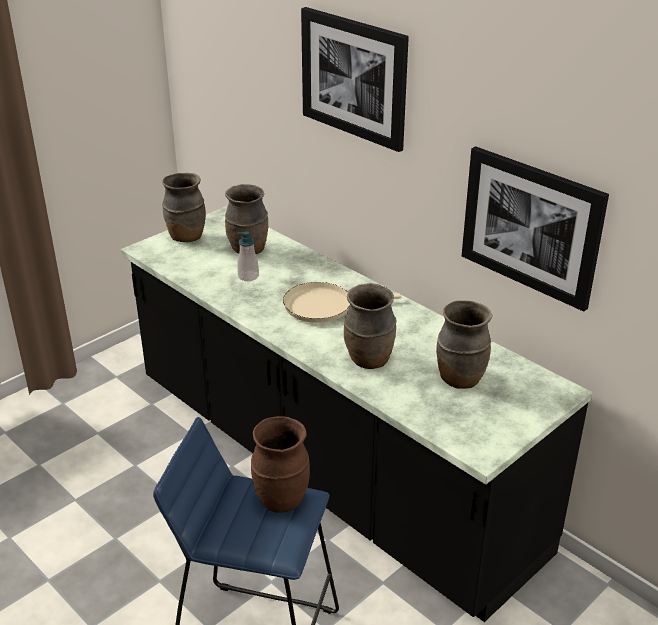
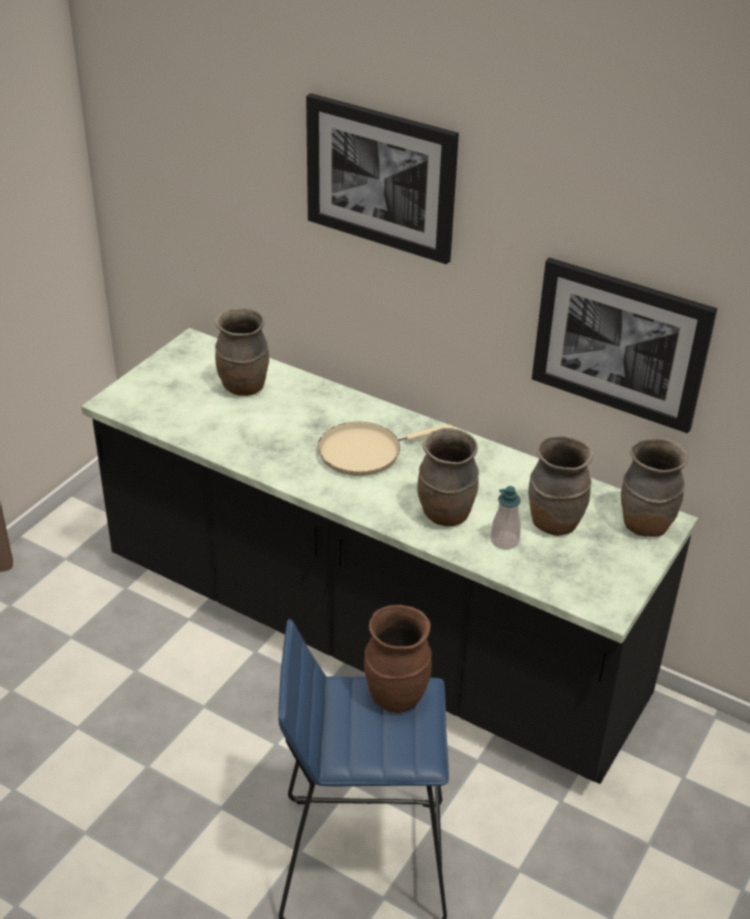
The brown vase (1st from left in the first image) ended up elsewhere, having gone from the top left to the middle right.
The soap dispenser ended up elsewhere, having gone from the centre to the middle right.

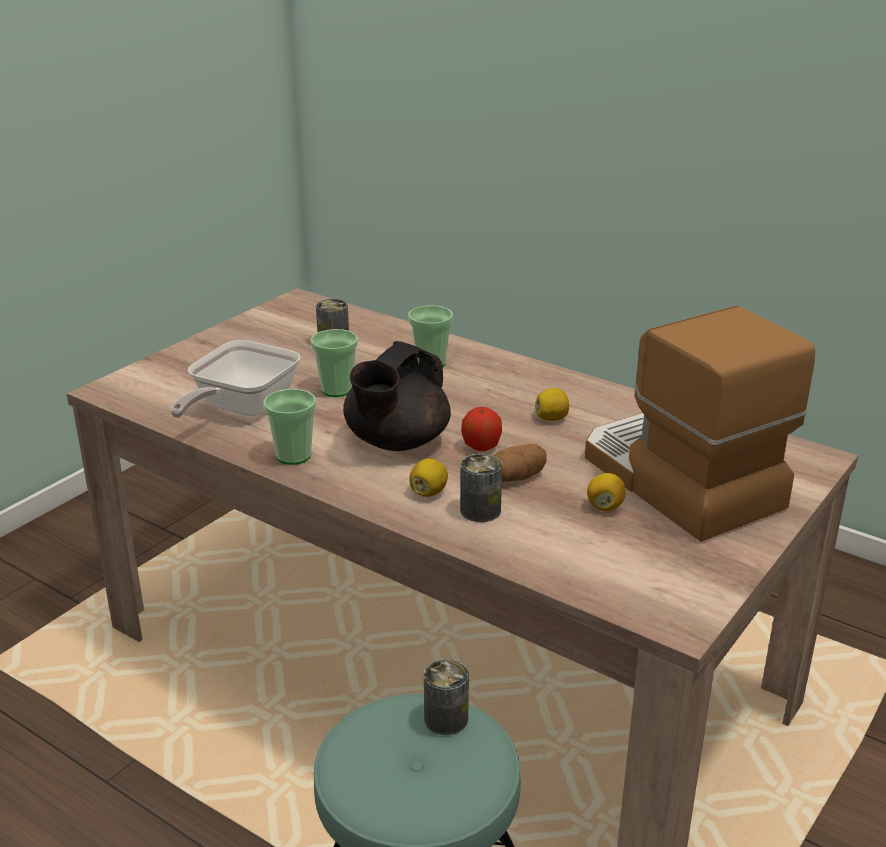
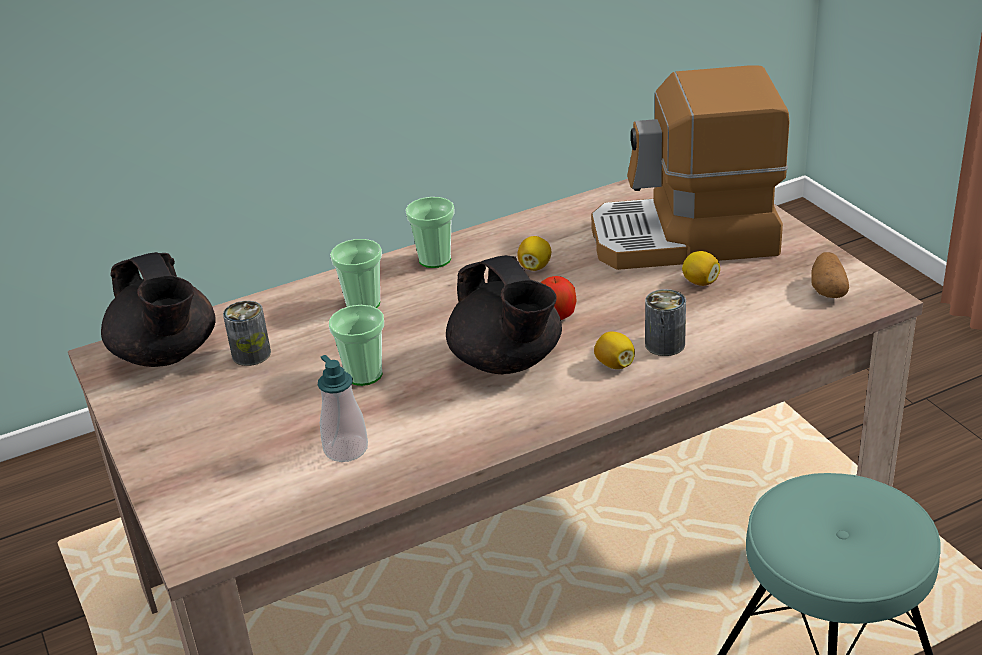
Where the frying pan stood at the middle left, the soap dispenser came to stand at the centre.
The cup (1st from left in the first image) ended up elsewhere, having gone from the middle left to the centre.
The second view lost the can (2nd from left) at the bottom centre.
The potato ended up elsewhere, having gone from the centre to the middle right.
The second view gained the black teapot (1st from left) at the middle left.

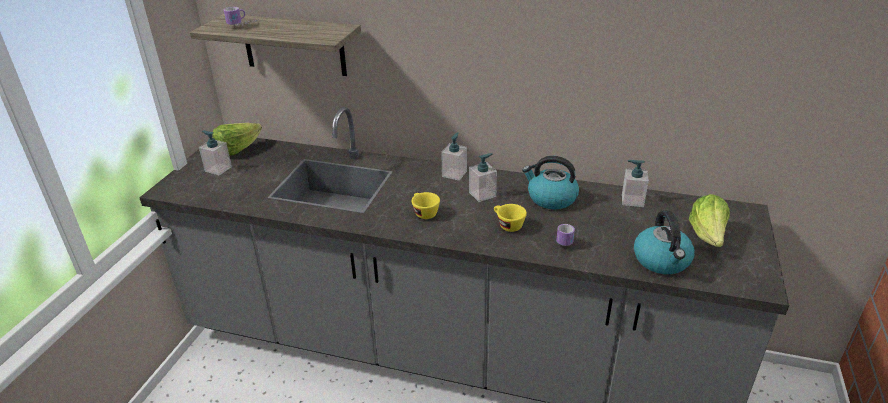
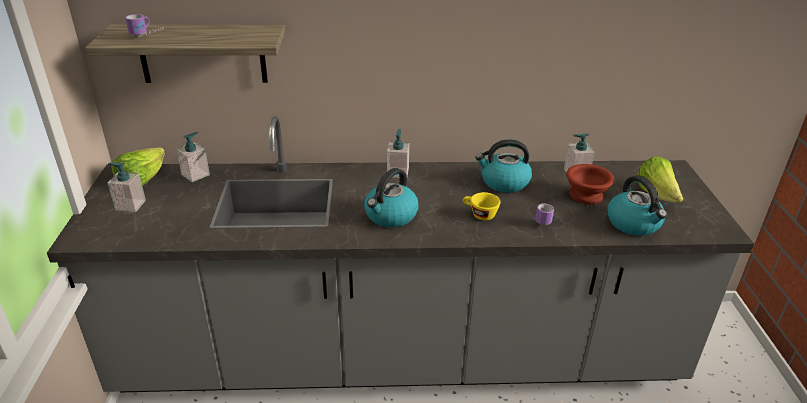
Where the yellow cup (1st from left) stood at the centre, the kettle (1st from left) came to stand at the centre.
The soap dispenser (3rd from left in the first image) ended up elsewhere, having gone from the centre to the middle left.
The second view gained the brown bowl at the middle right.

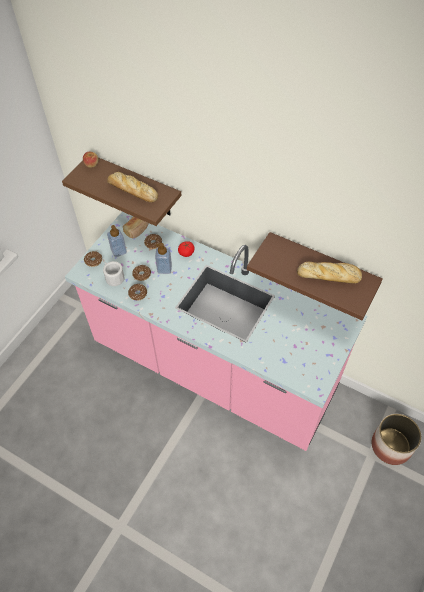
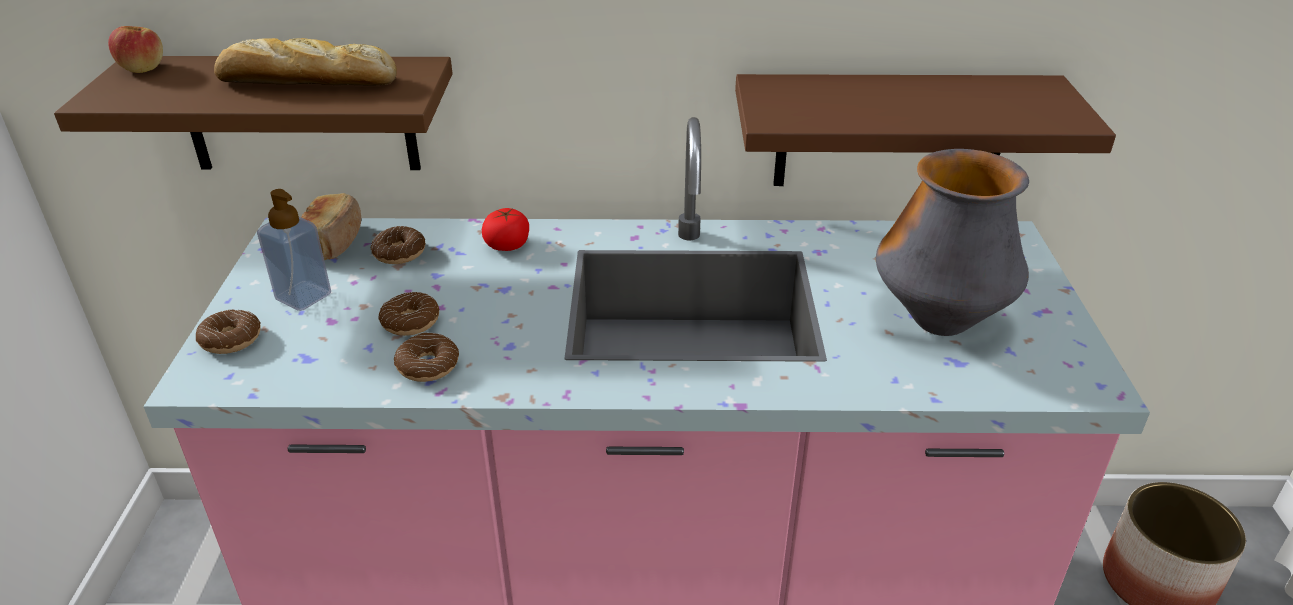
The second view lost the white mug at the middle left.
The second view lost the soap dispenser (2nd from left) at the centre.
The second view lost the bread (3rd from left) at the middle right.
The second view gained the vase at the middle right.

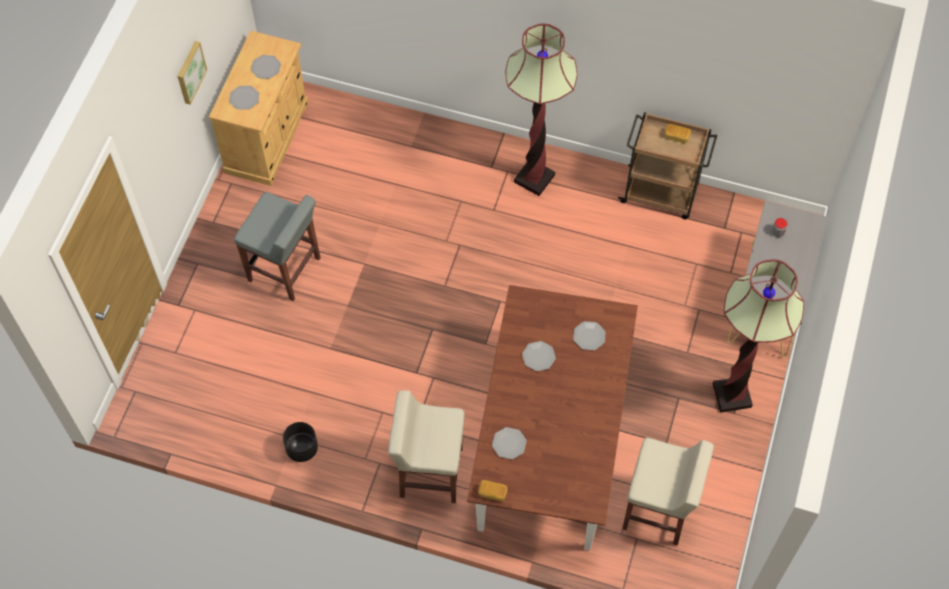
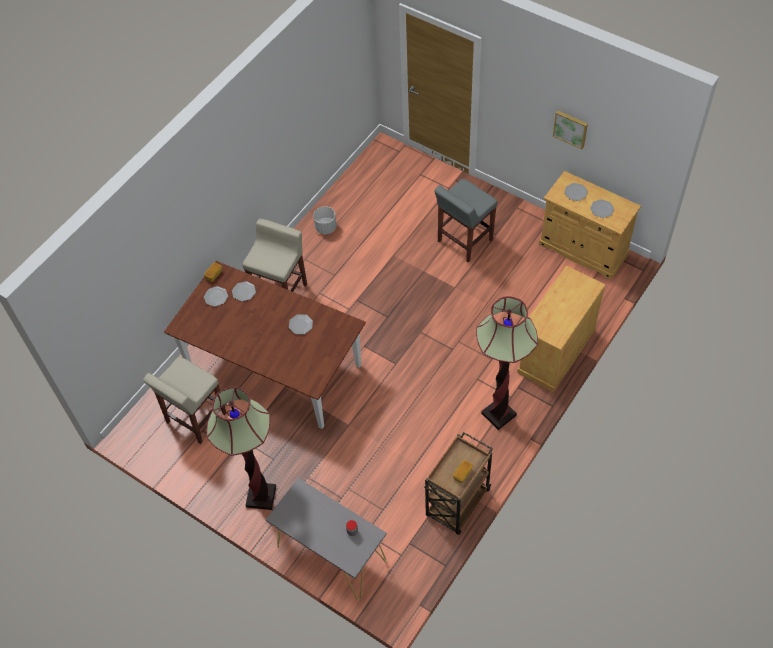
What was the black planter at the bottom left turned into the white planter at the centre.
The plate (5th from left in the first image) ended up elsewhere, having gone from the centre to the middle left.
The second view gained the beige cabinet (1st from left) at the middle right.

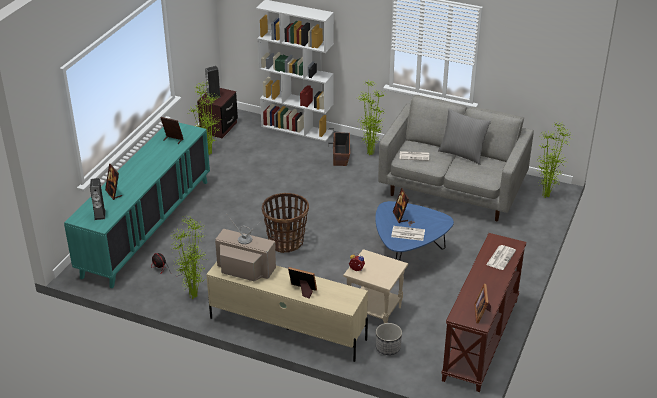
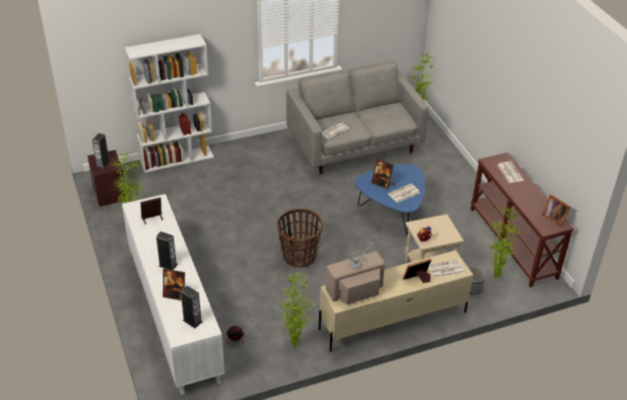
What was the turquoise cabinet at the middle left turned into the white cabinet at the bottom left.
The second view lost the planter (1st from left) at the centre.
The potted plant (3rd from left in the first image) ended up elsewhere, having gone from the top centre to the middle right.
The second view lost the grey pillow at the middle right.
The second view gained the speaker (2nd from left) at the middle left.
The second view gained the newspaper (3rd from left) at the bottom right.

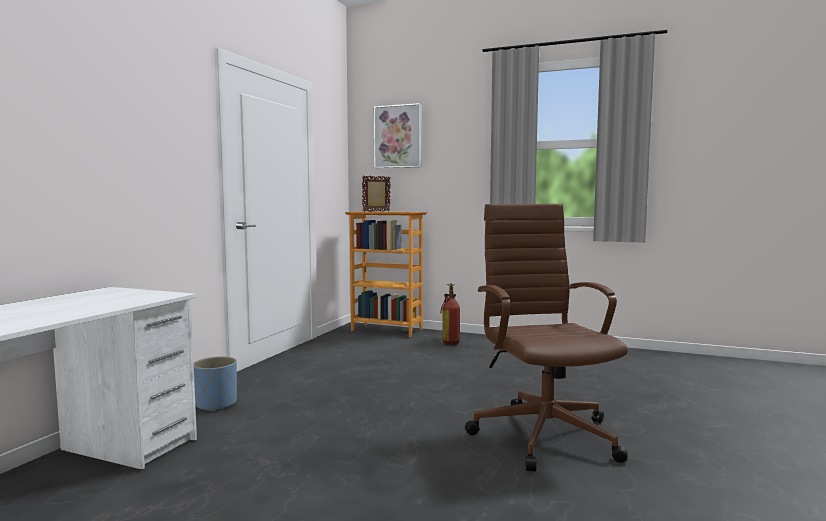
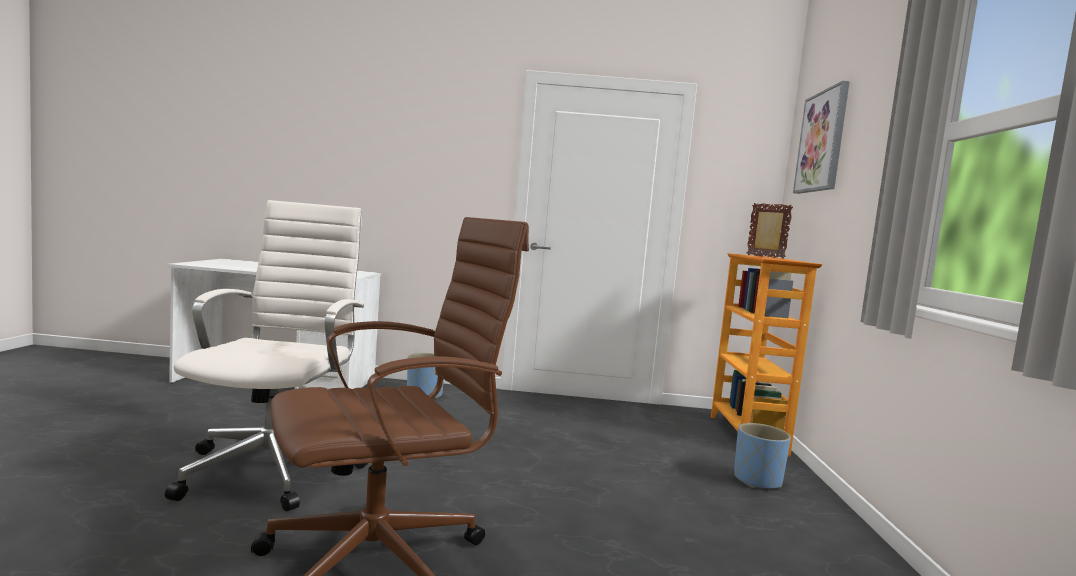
Where the fire extinguisher stood at the centre, the blue planter (2nd from left) came to stand at the bottom right.
The second view gained the white office chair at the middle left.

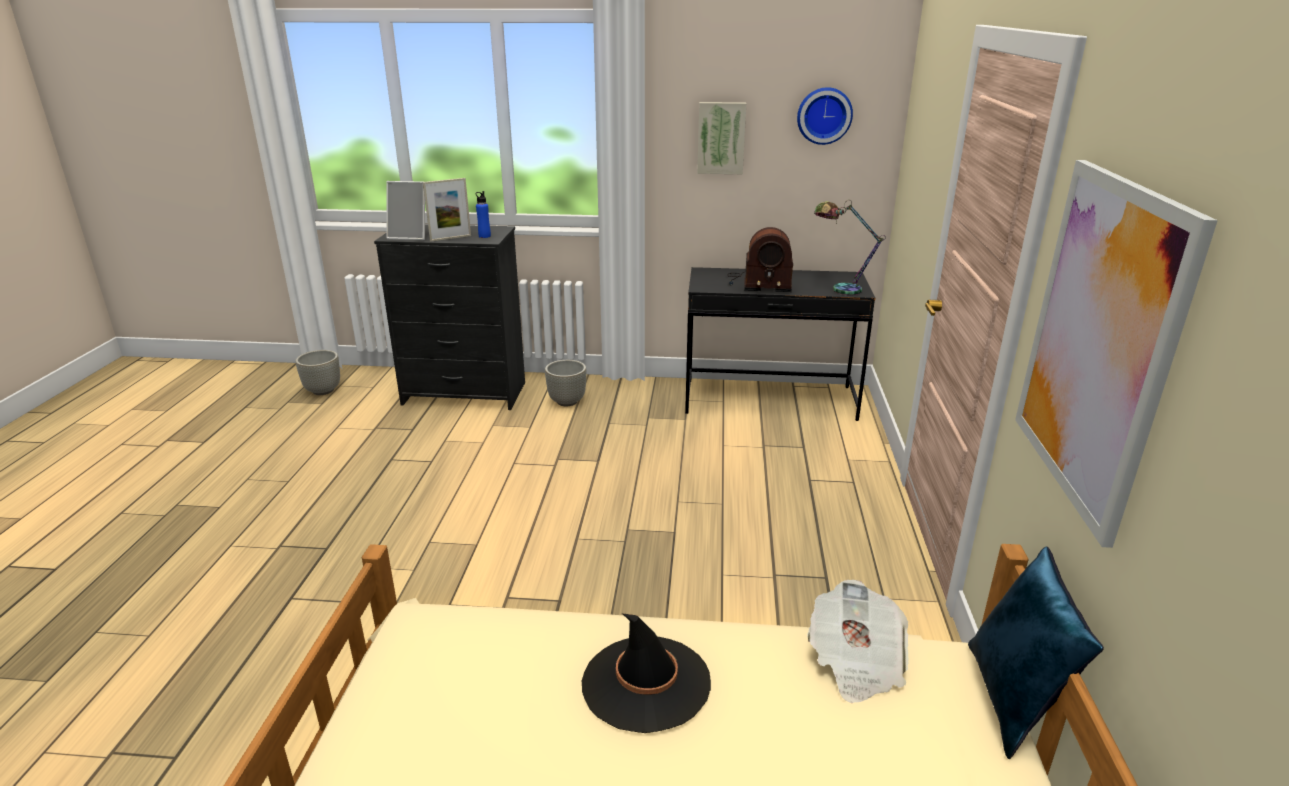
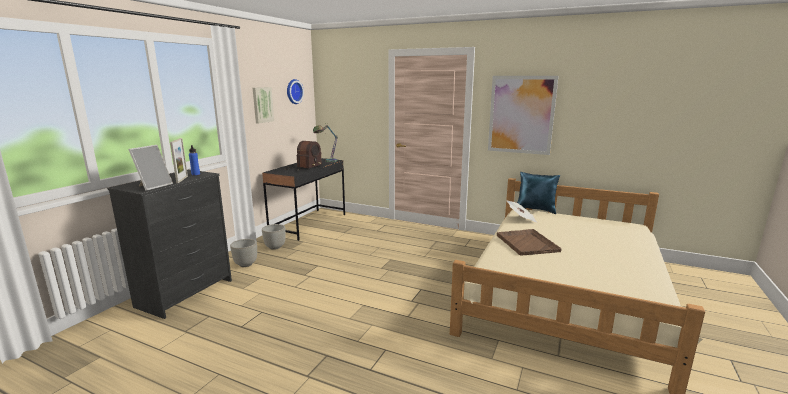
The grey planter (1st from left in the first image) ended up elsewhere, having gone from the middle left to the centre.
Where the black hat stood at the bottom centre, the brown tray came to stand at the middle right.

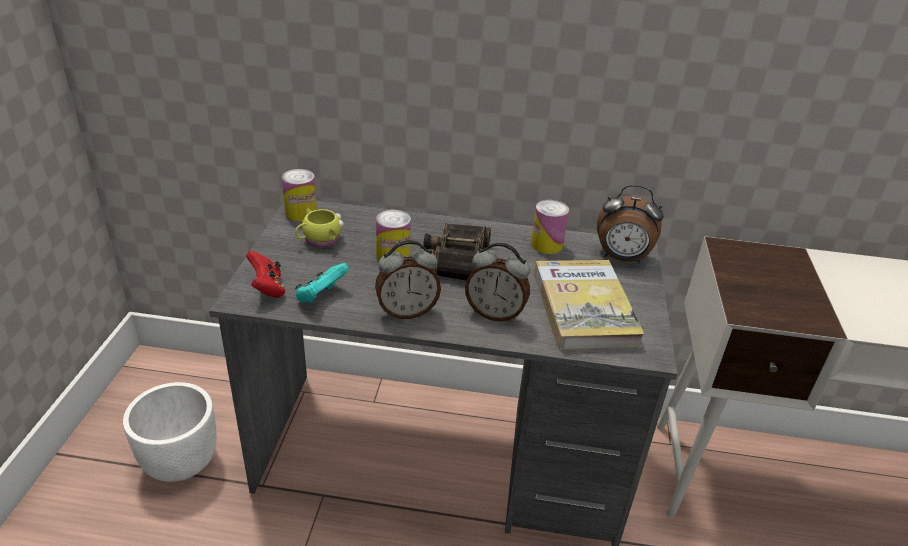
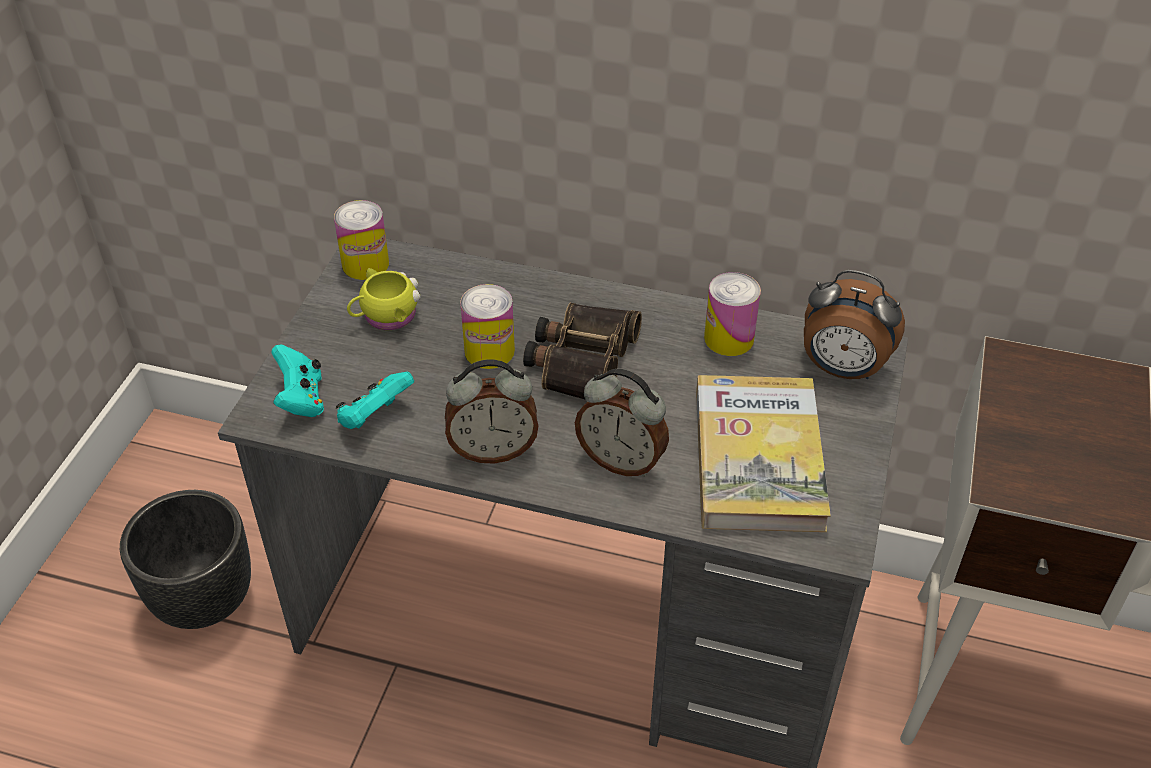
What was the white planter at the bottom left turned into the black planter at the bottom left.
What was the red game controller at the middle left turned into the turquoise game controller (1st from left) at the middle left.

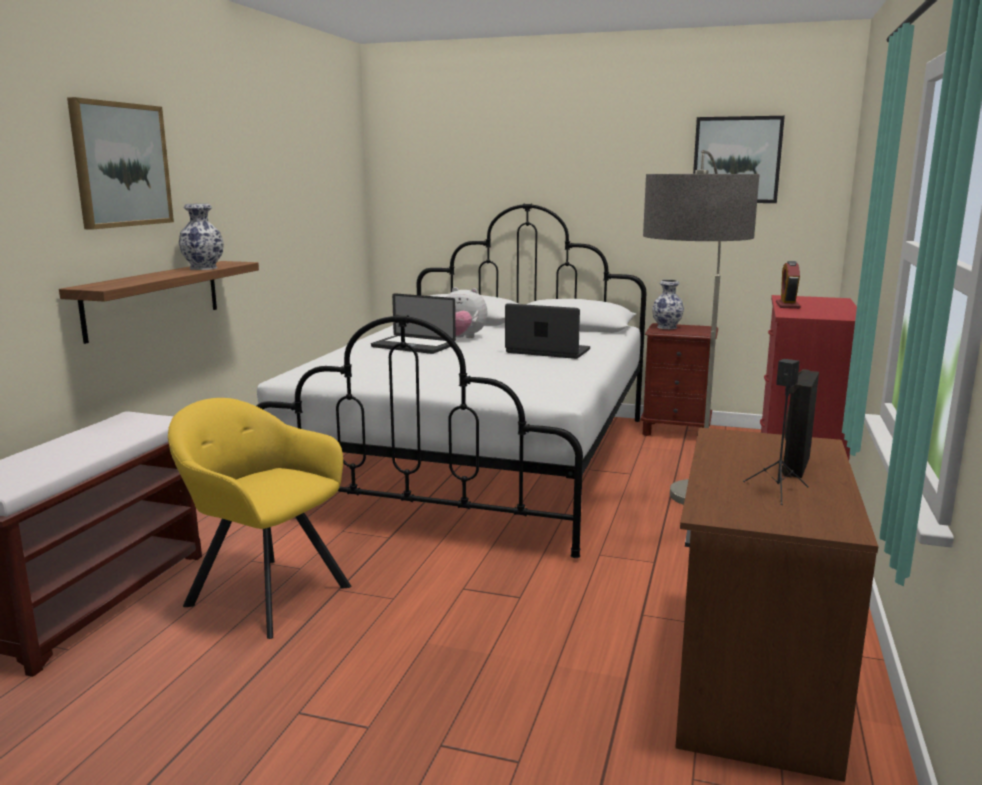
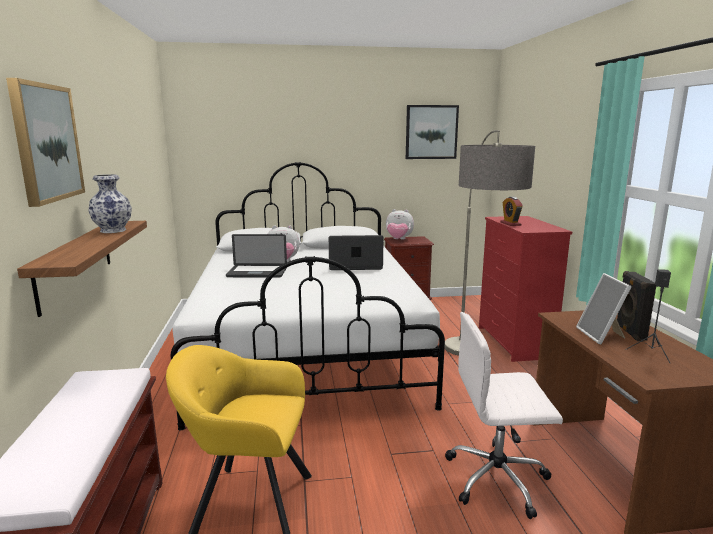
Where the vase (2nd from left) stood at the middle right, the plush toy (2nd from left) came to stand at the centre.
The second view gained the white office chair at the bottom right.
The second view gained the picture frame at the middle right.

